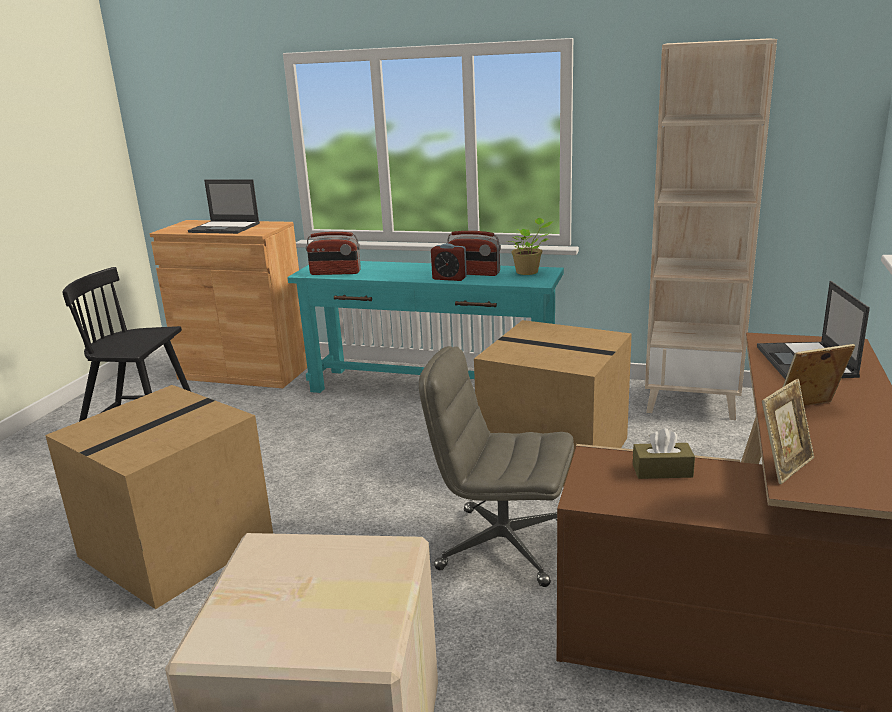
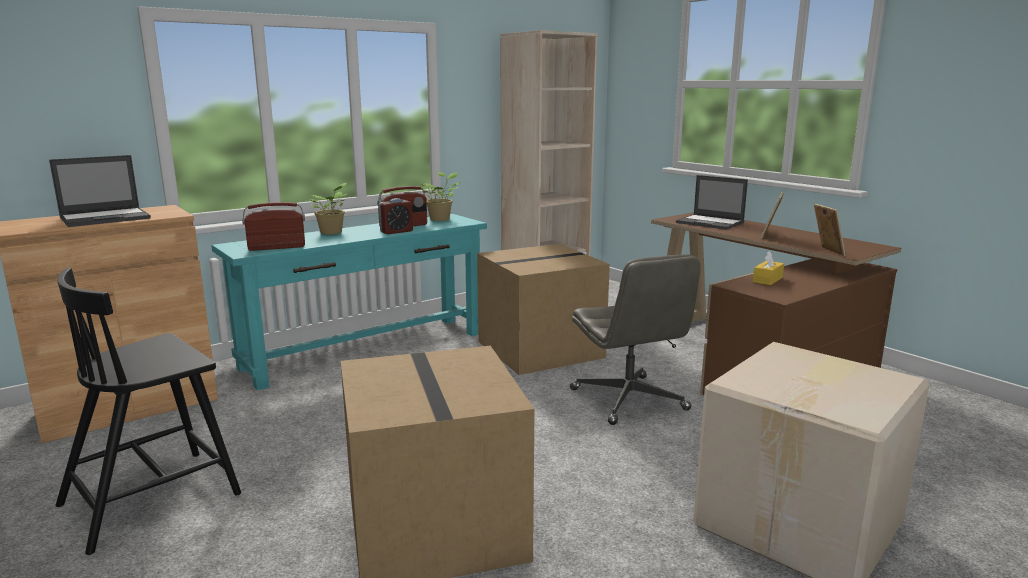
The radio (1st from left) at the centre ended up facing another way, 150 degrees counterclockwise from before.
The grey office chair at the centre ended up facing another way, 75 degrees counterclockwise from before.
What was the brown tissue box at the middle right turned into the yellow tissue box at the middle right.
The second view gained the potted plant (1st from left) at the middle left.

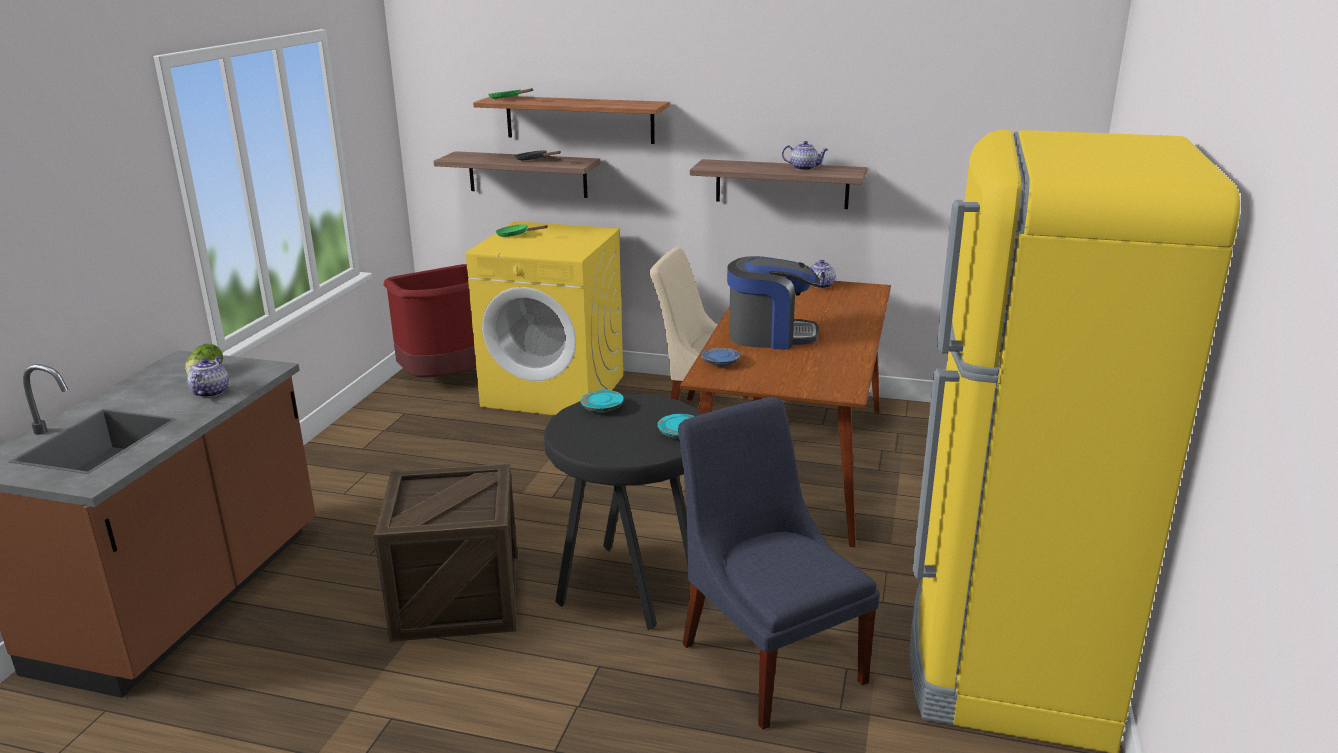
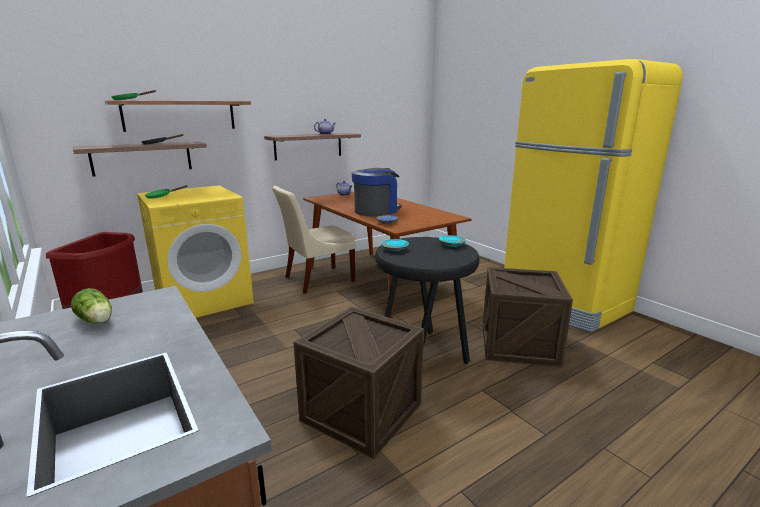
The second view lost the teapot (1st from left) at the middle left.
Where the blue chair stood at the bottom centre, the crate (2nd from left) came to stand at the middle right.

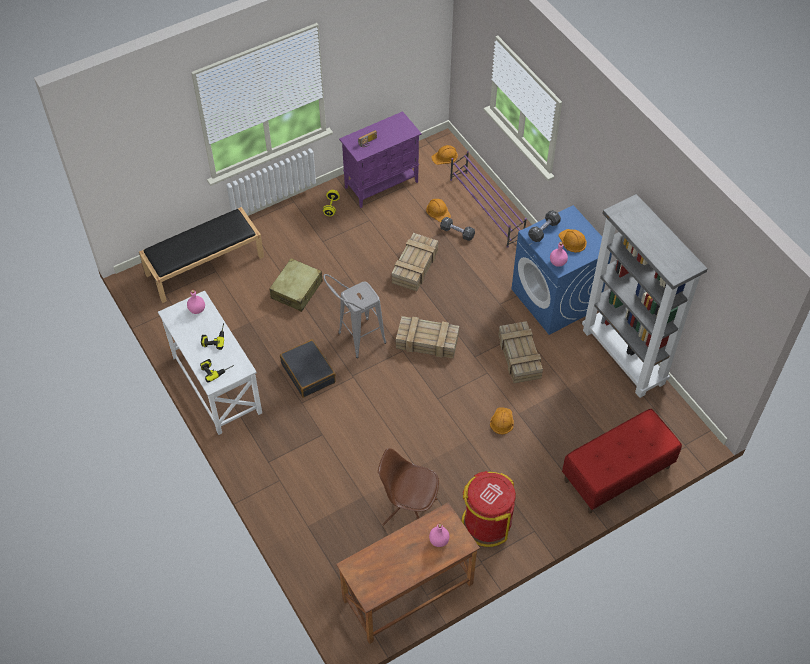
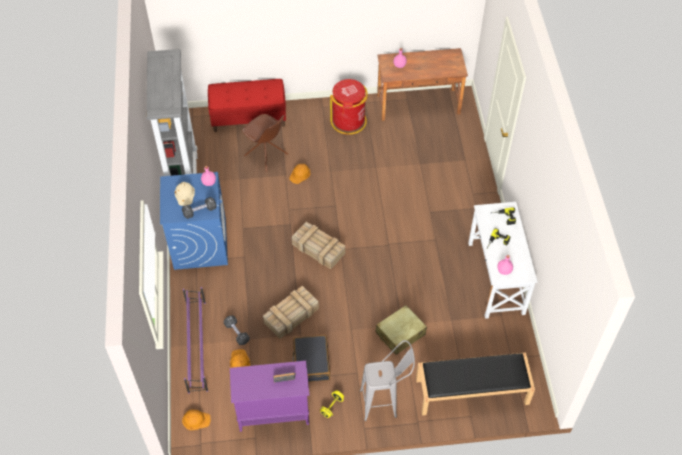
The black suitcase ended up elsewhere, having gone from the centre to the bottom centre.
The grey stool ended up elsewhere, having gone from the centre to the bottom centre.
The brown chair ended up elsewhere, having gone from the bottom centre to the top centre.
The second view lost the crate (3rd from left) at the centre.
What was the orange hard hat (4th from left) at the middle right turned into the beige hard hat at the middle left.

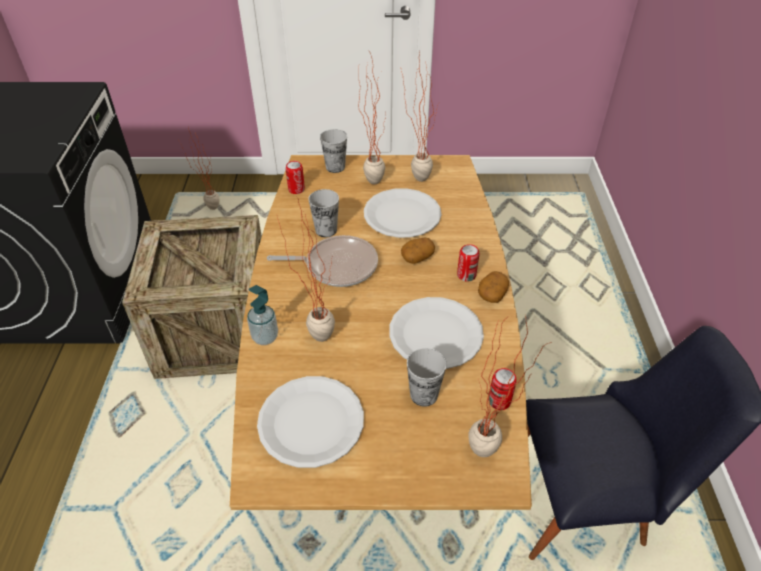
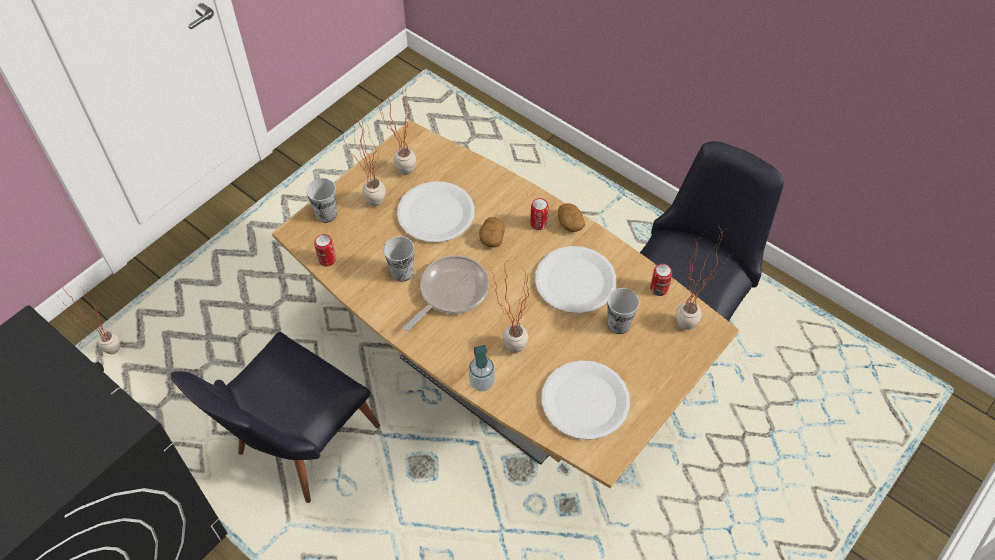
Where the crate stood at the middle left, the black chair (1st from left) came to stand at the bottom left.

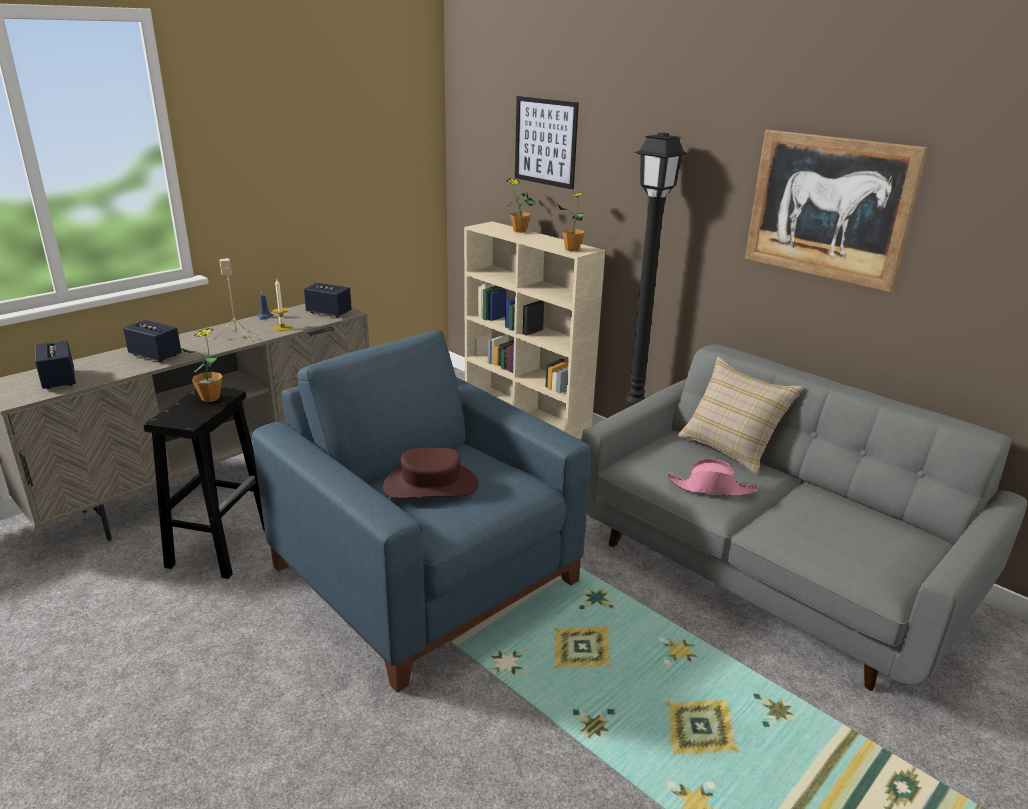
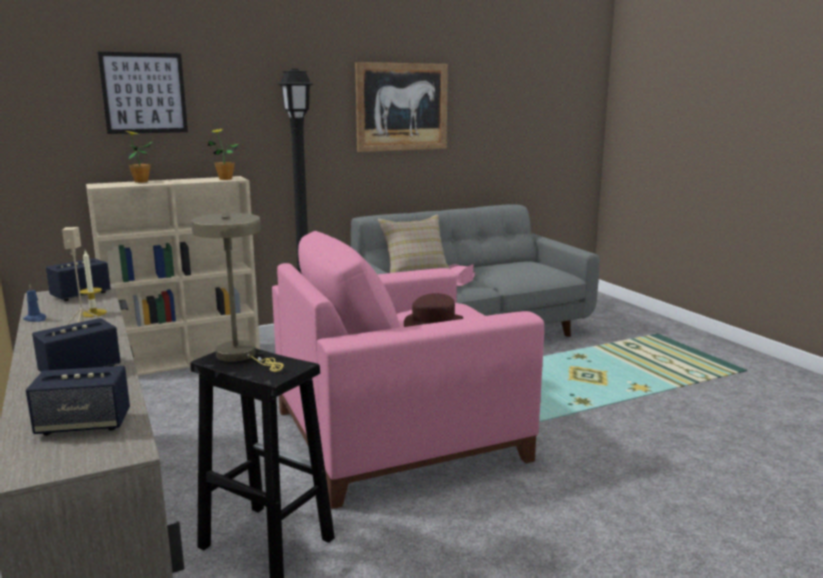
Where the potted plant (1st from left) stood at the middle left, the beige table lamp came to stand at the middle left.
What was the blue armchair at the centre turned into the pink armchair at the centre.

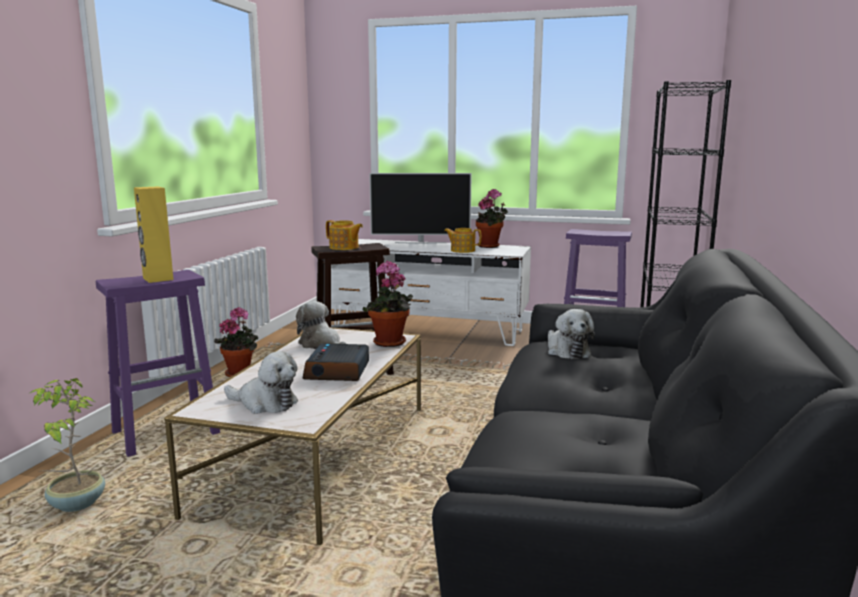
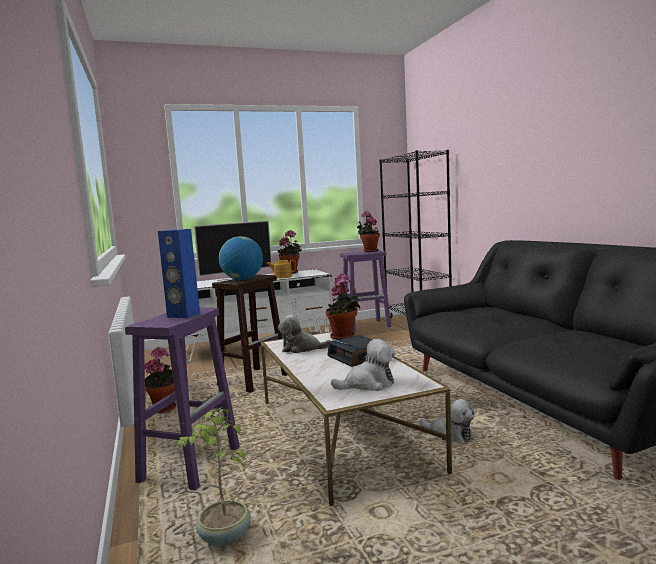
What was the yellow speaker at the middle left turned into the blue speaker at the middle left.
Where the teapot (1st from left) stood at the centre, the globe came to stand at the centre.
The plush toy (3rd from left) ended up elsewhere, having gone from the centre to the bottom right.
The second view gained the potted plant (5th from left) at the centre.

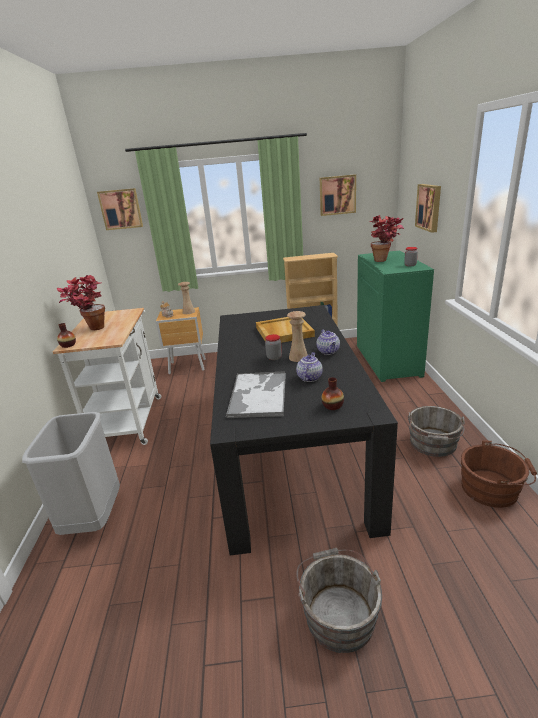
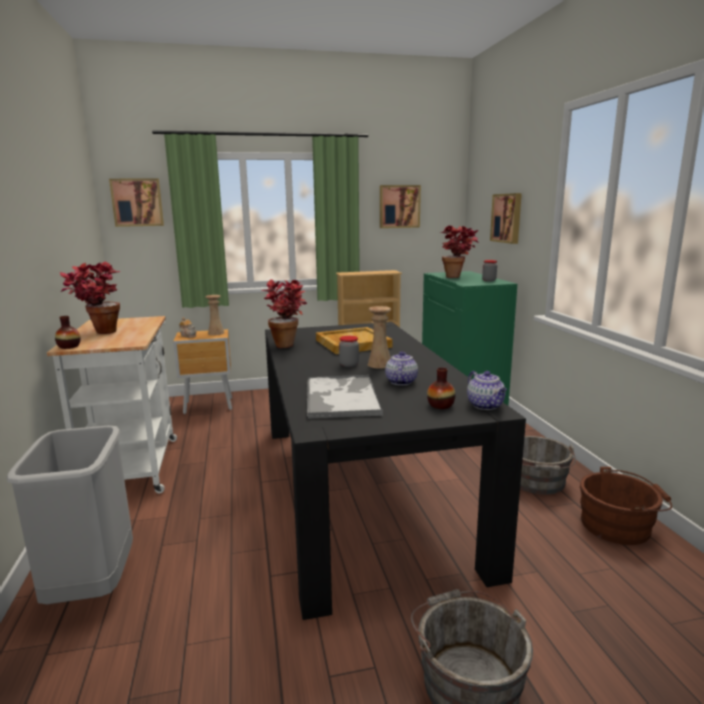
The teapot (3rd from left) ended up elsewhere, having gone from the centre to the middle right.
The second view gained the potted plant (2nd from left) at the centre.

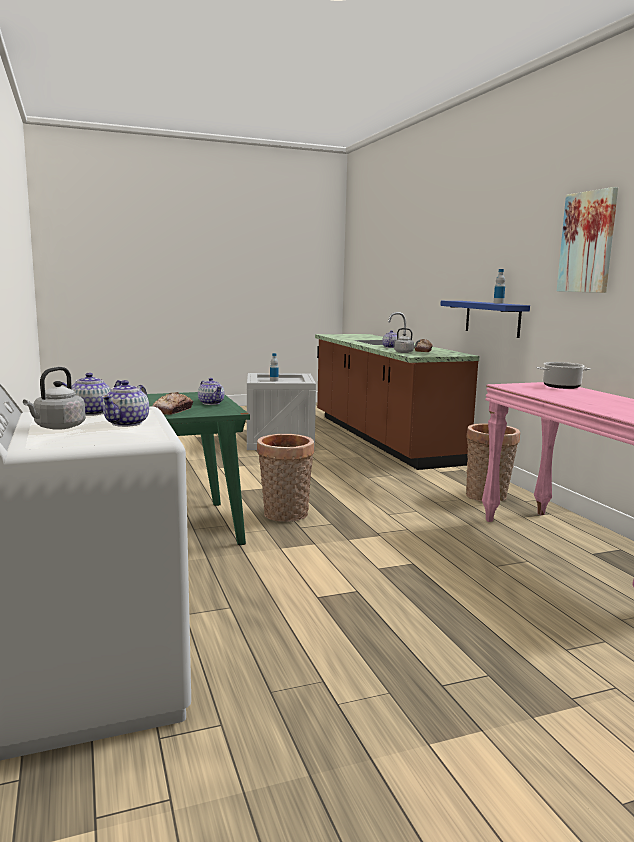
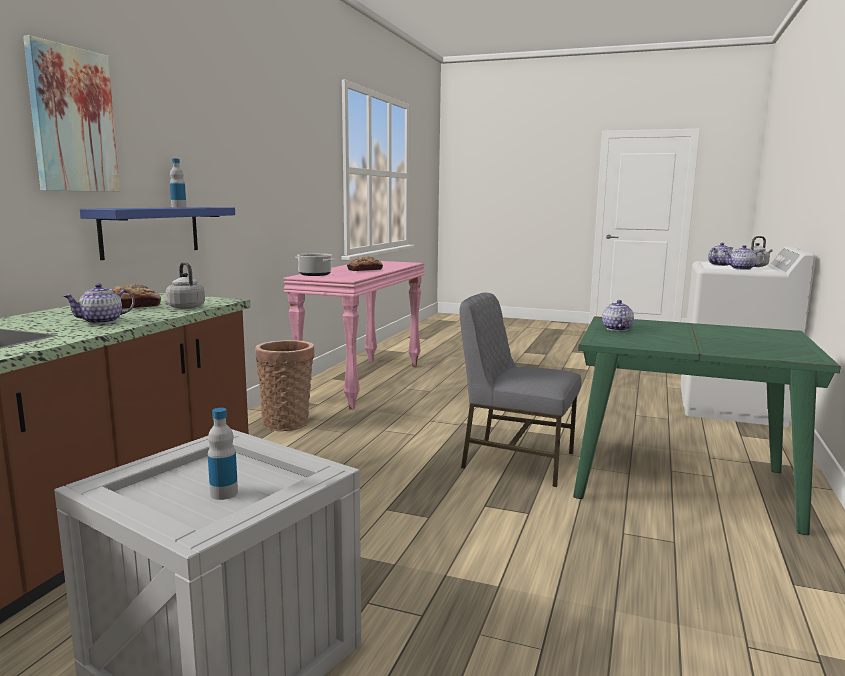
The bread (1st from left in the first image) ended up elsewhere, having gone from the middle left to the centre.
Where the basket (1st from left) stood at the centre, the grey chair came to stand at the centre.
The picture ended up elsewhere, having gone from the top right to the top left.

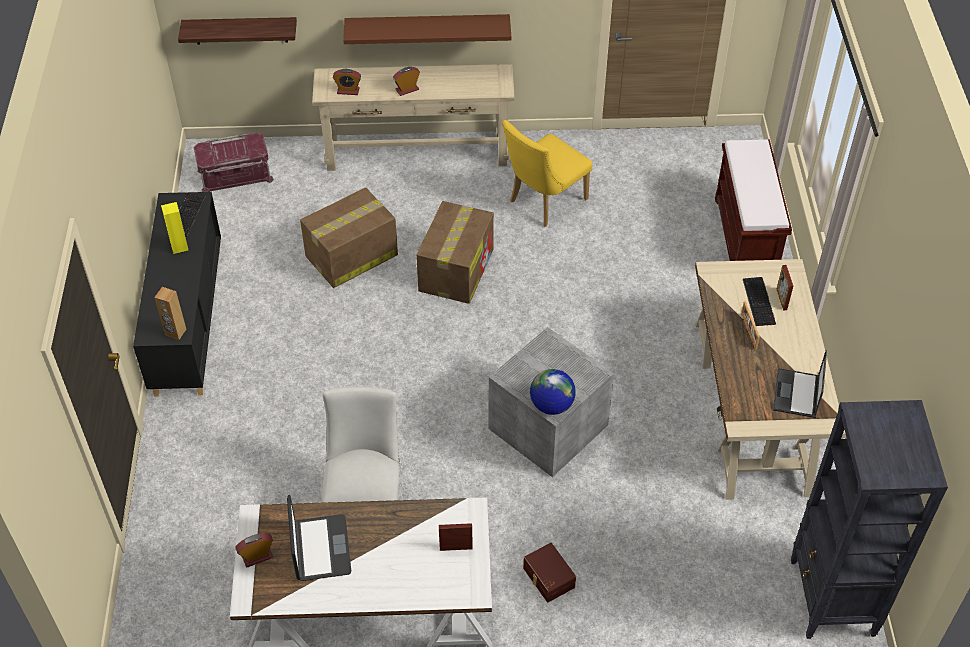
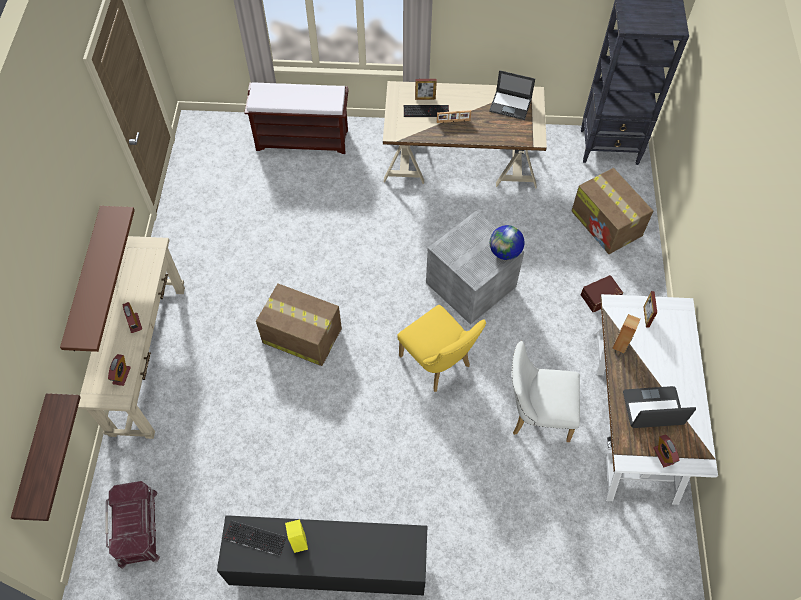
The brown speaker ended up elsewhere, having gone from the middle left to the middle right.
The cardboard box (1st from left in the first image) ended up elsewhere, having gone from the centre to the middle right.
The yellow chair ended up elsewhere, having gone from the top centre to the centre.

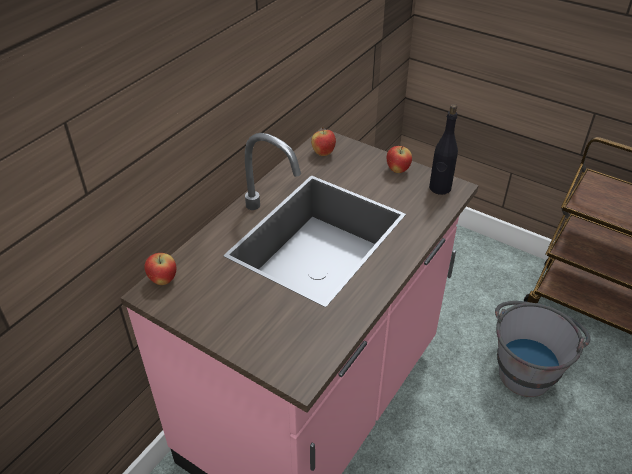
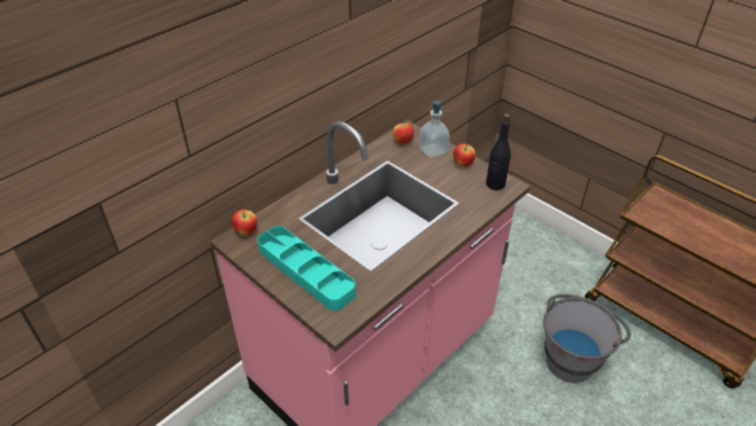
The second view gained the turquoise tray at the centre.
The second view gained the soap dispenser at the top centre.

